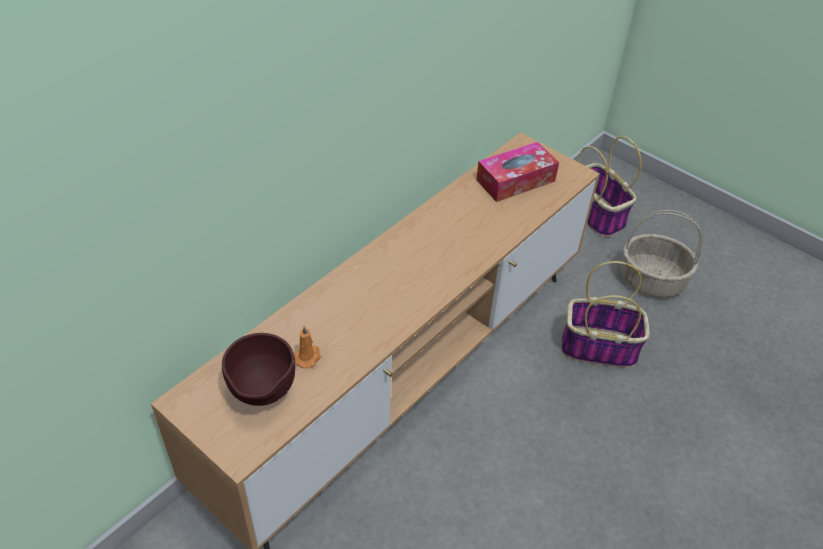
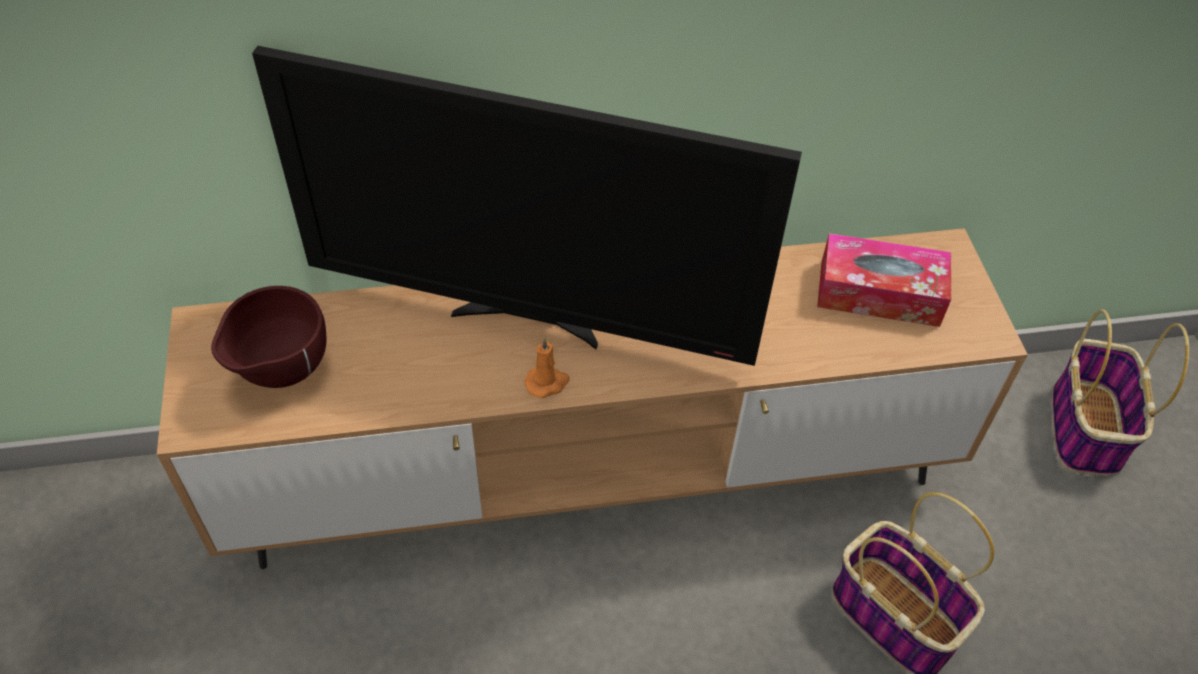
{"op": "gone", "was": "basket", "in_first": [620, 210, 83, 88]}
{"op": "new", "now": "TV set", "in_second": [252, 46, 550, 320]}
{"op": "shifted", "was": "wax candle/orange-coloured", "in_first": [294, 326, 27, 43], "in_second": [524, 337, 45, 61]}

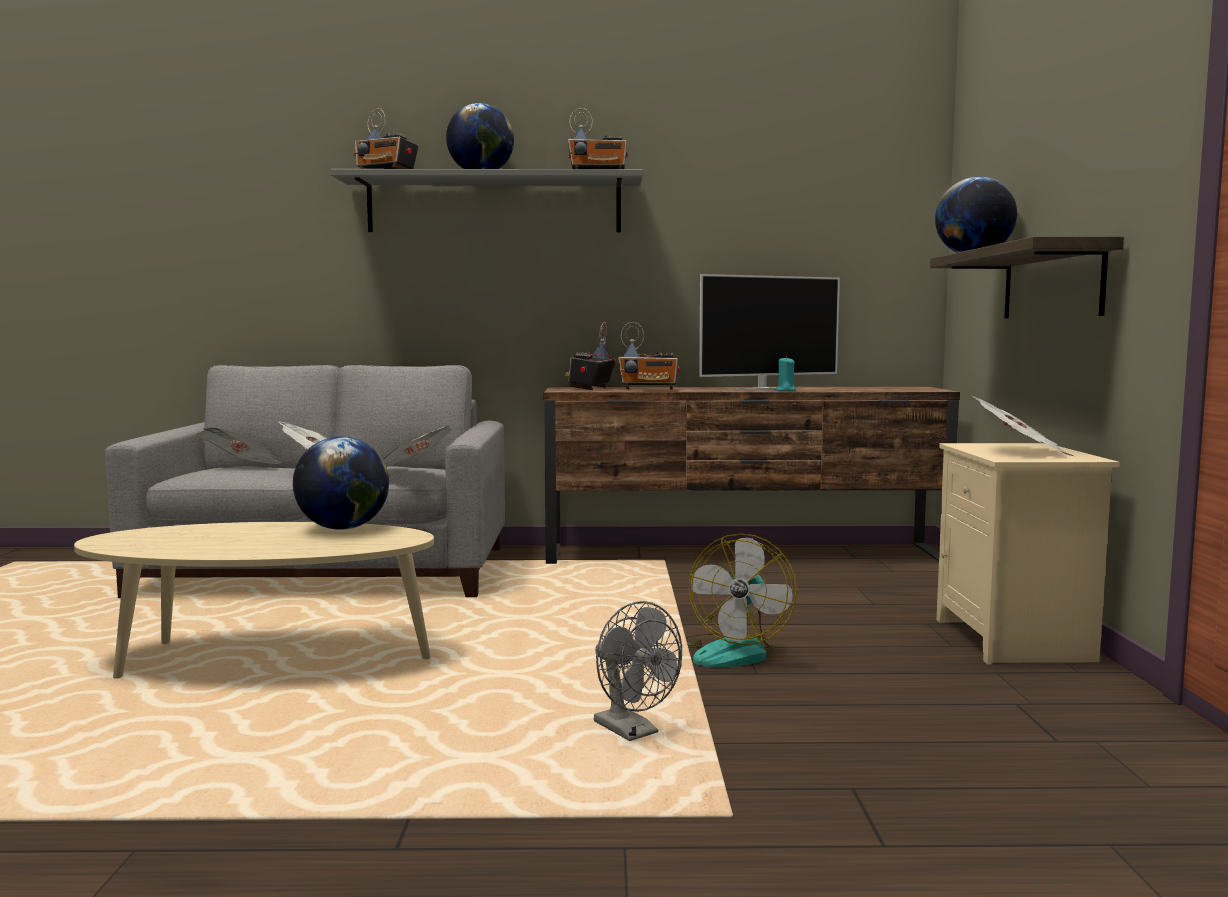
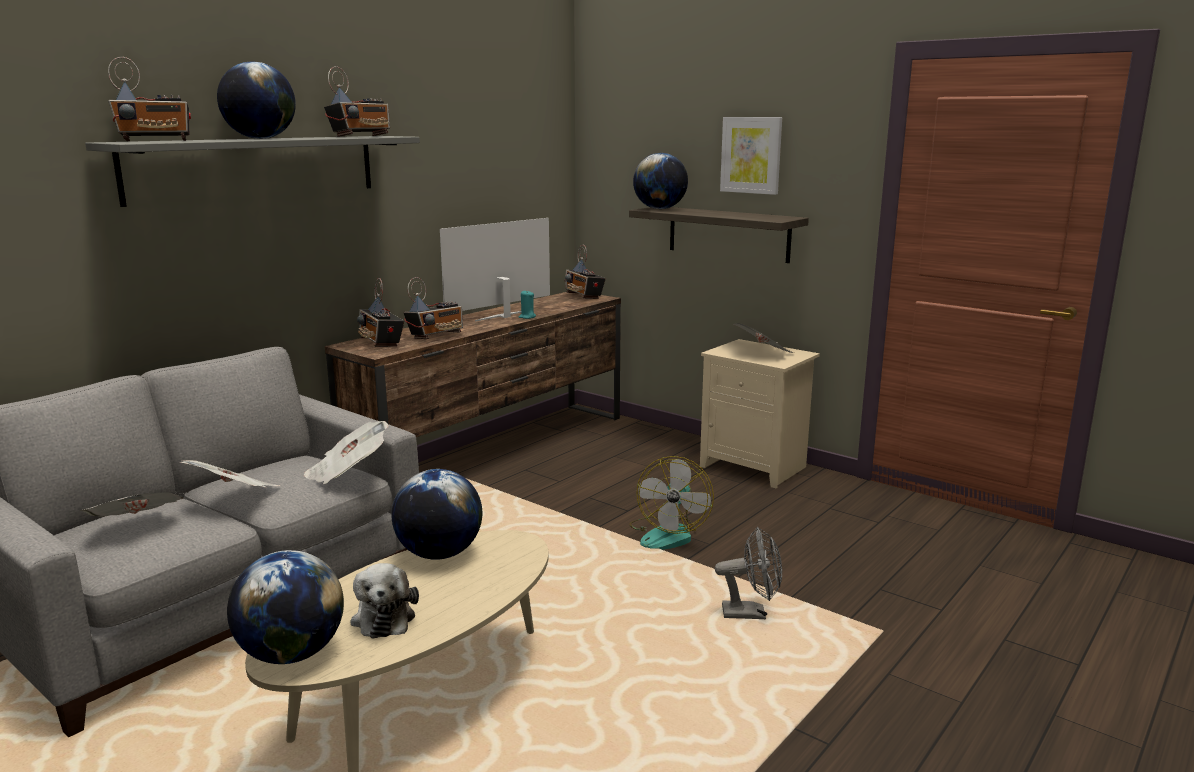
{"op": "new", "now": "globe", "in_second": [227, 550, 117, 114]}
{"op": "new", "now": "soft toy", "in_second": [350, 563, 69, 75]}
{"op": "new", "now": "radio", "in_second": [564, 245, 42, 54]}
{"op": "new", "now": "picture", "in_second": [720, 117, 62, 78]}
{"op": "rotated", "was": "cooling fan", "in_first": [686, 533, 111, 134], "in_second": [629, 456, 85, 94], "clockwise": 45}
{"op": "rotated", "was": "TV set", "in_first": [699, 274, 141, 116], "in_second": [440, 218, 110, 104], "clockwise": -150}

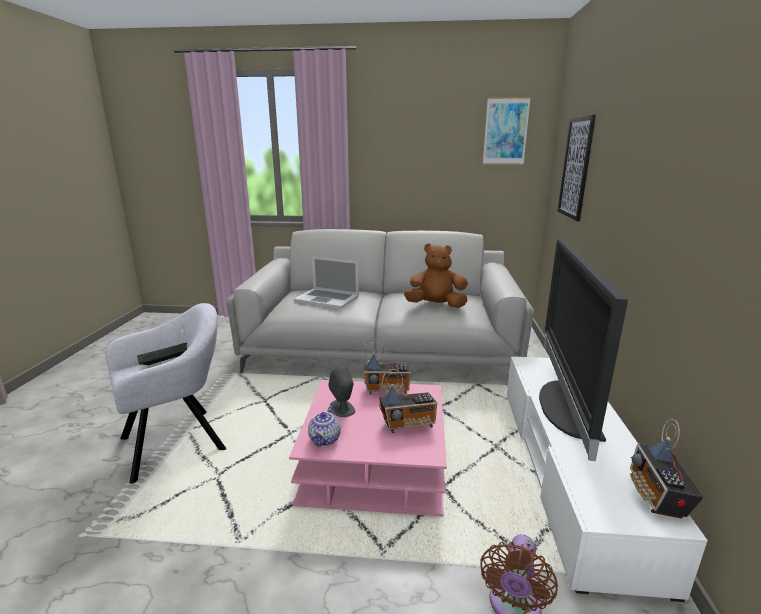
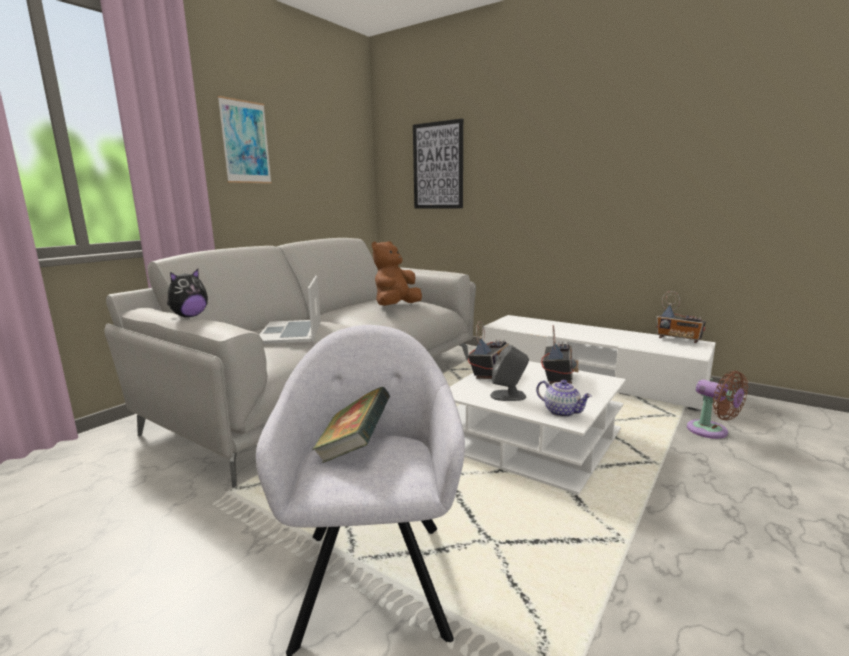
{"op": "gone", "was": "TV set", "in_first": [539, 238, 89, 223]}
{"op": "new", "now": "soft toy", "in_second": [167, 269, 41, 48]}
{"op": "shifted", "was": "picture", "in_first": [483, 97, 48, 68], "in_second": [217, 96, 55, 87]}
{"op": "repainted", "was": "lounge table/pink-coloured", "now": "lounge table/white", "in_first": [289, 380, 158, 137], "in_second": [450, 361, 176, 134]}
{"op": "rotated", "was": "notebook computer", "in_first": [294, 257, 65, 51], "in_second": [260, 276, 61, 68], "clockwise": 120}

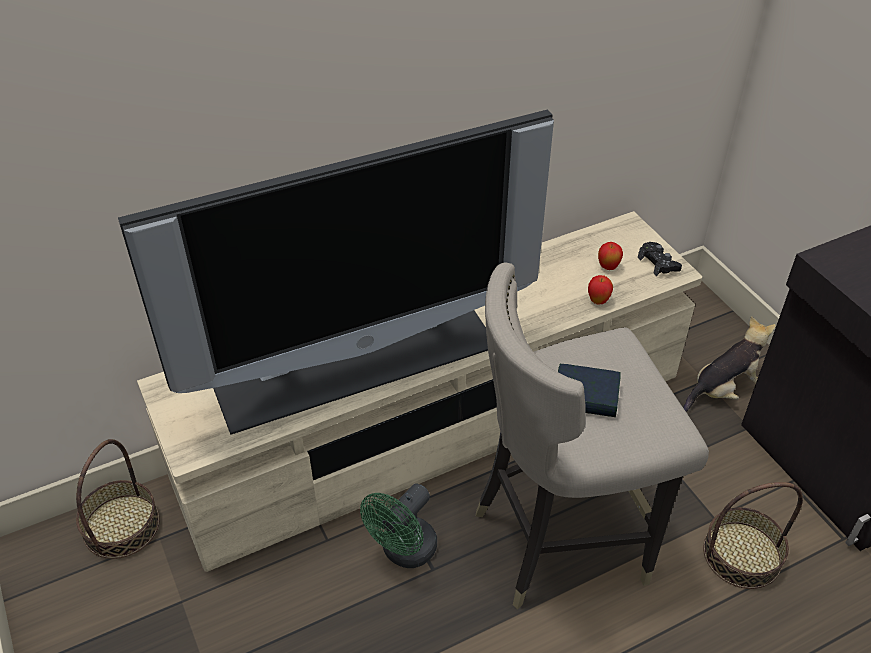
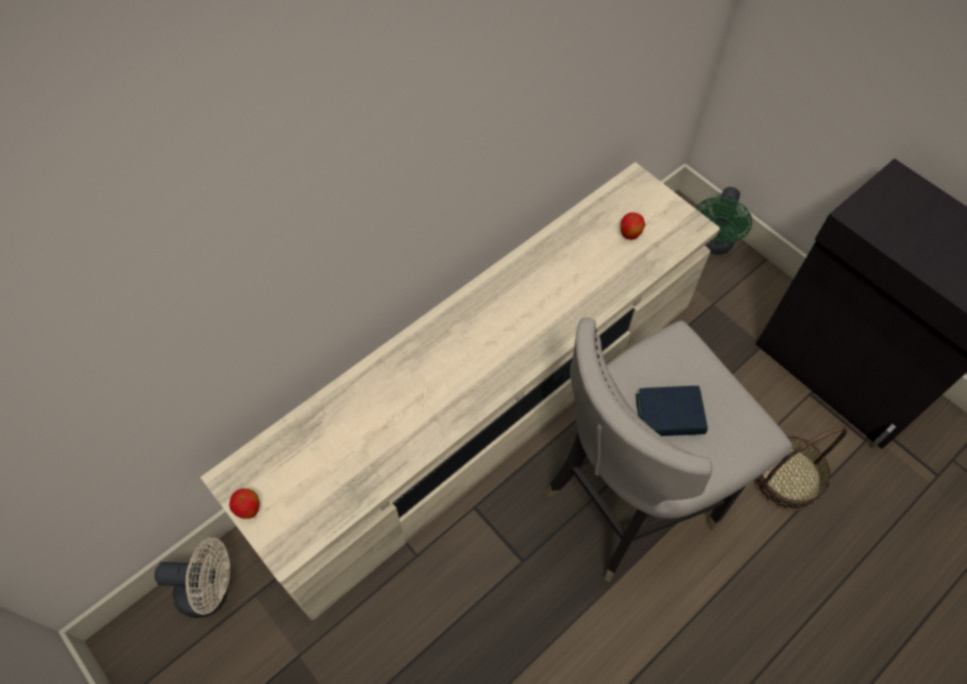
{"op": "gone", "was": "TV set", "in_first": [118, 109, 436, 326]}
{"op": "gone", "was": "game controller/blackish", "in_first": [638, 242, 44, 34]}
{"op": "gone", "was": "soft toy", "in_first": [683, 316, 93, 96]}
{"op": "shifted", "was": "cooling fan/green-coloured", "in_first": [360, 484, 77, 84], "in_second": [696, 187, 56, 67]}
{"op": "shifted", "was": "apple fruit", "in_first": [588, 275, 25, 30], "in_second": [229, 489, 31, 30]}
{"op": "swapped", "was": "basket", "now": "cooling fan/beige-coloured", "in_first": [76, 439, 84, 120], "in_second": [155, 538, 75, 80]}

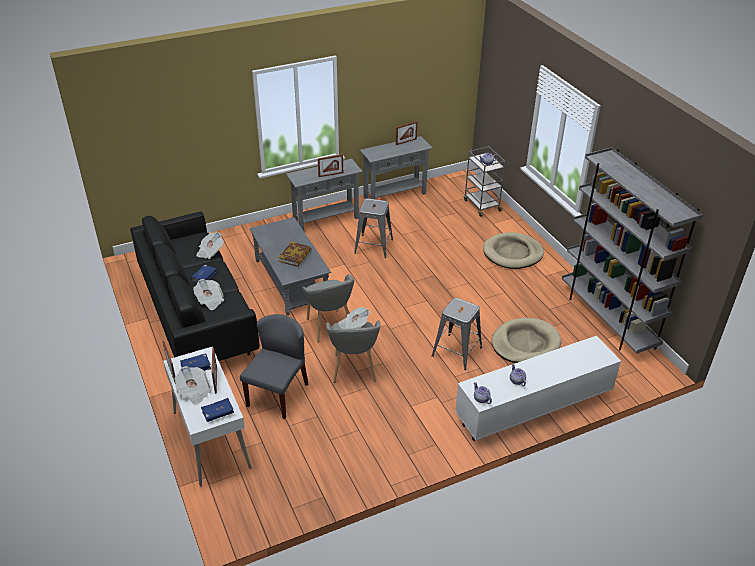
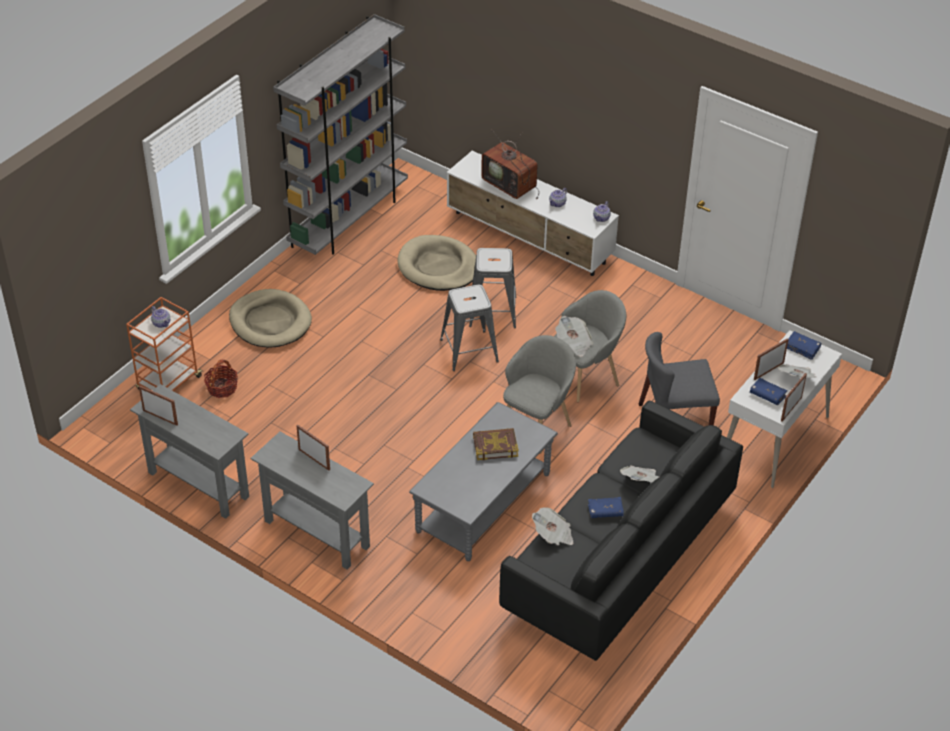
{"op": "new", "now": "basket", "in_second": [204, 360, 34, 38]}
{"op": "new", "now": "TV set", "in_second": [481, 129, 58, 70]}
{"op": "shifted", "was": "stool seat/grey", "in_first": [354, 198, 39, 60], "in_second": [440, 285, 59, 86]}
{"op": "repainted", "was": "wheeled cart/grey", "now": "wheeled cart/orange-coloured", "in_first": [464, 146, 41, 71], "in_second": [126, 297, 78, 94]}

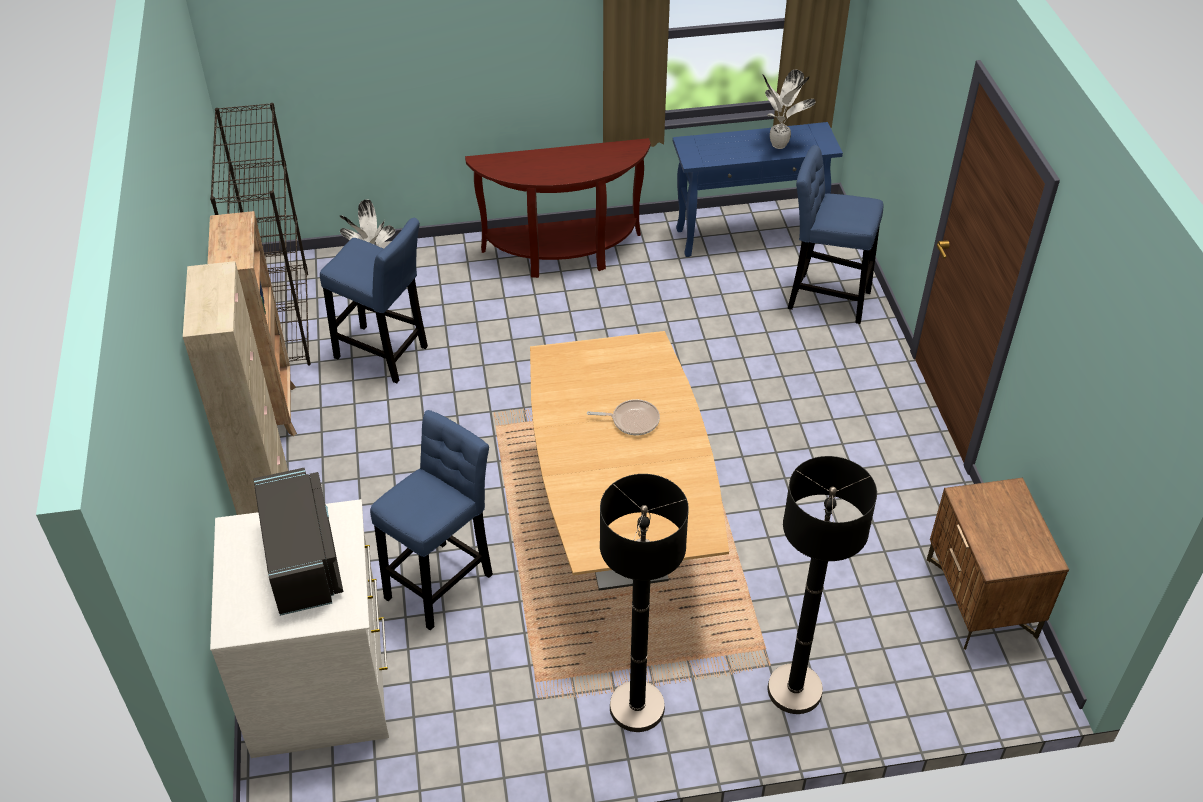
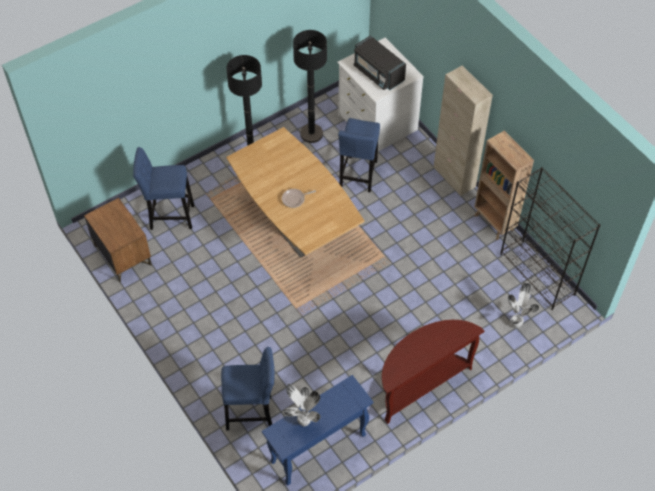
{"op": "shifted", "was": "stool seat/blue-coloured", "in_first": [320, 218, 108, 165], "in_second": [133, 147, 61, 83]}
{"op": "shifted", "was": "standing lamp/blackish", "in_first": [767, 456, 110, 258], "in_second": [293, 30, 34, 113]}

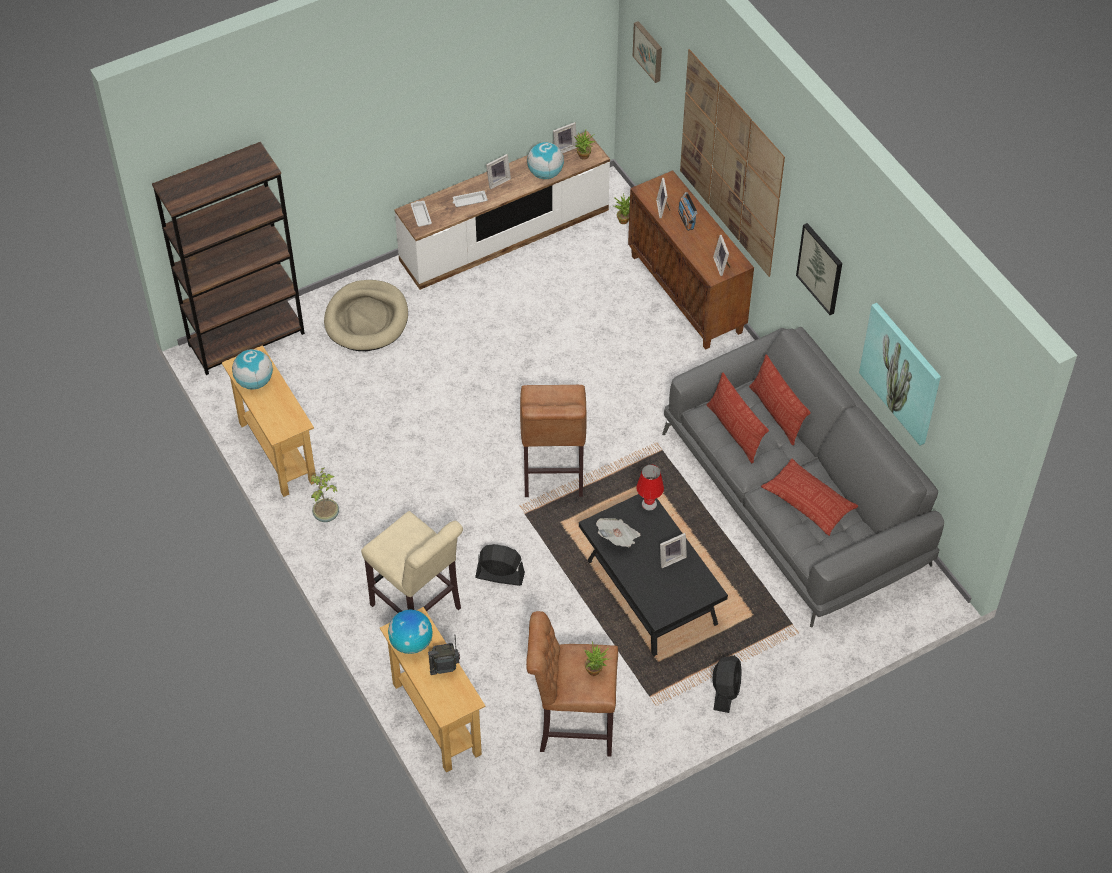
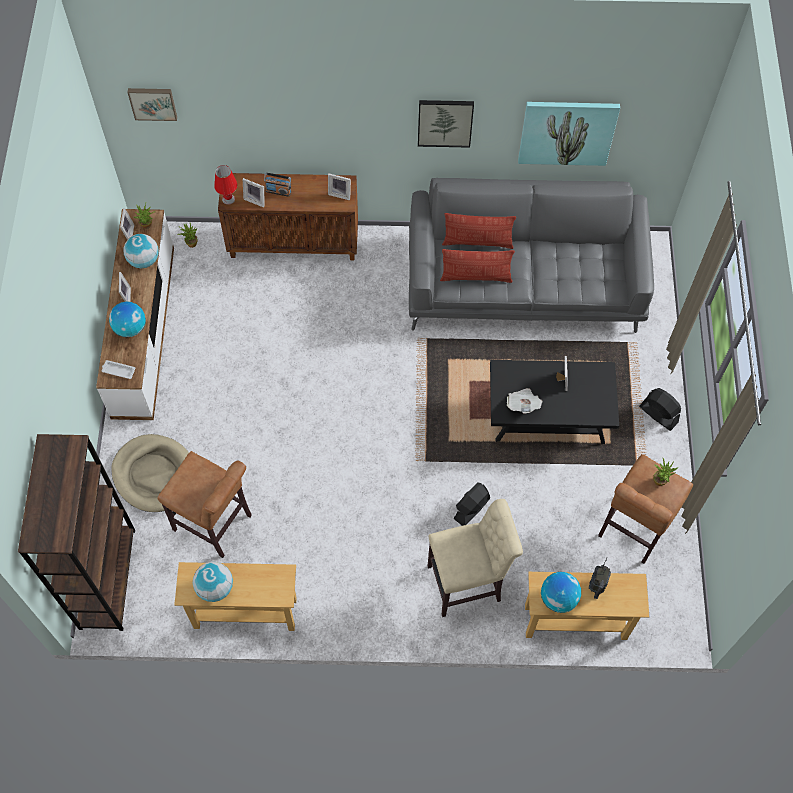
{"op": "gone", "was": "houseplant", "in_first": [311, 468, 28, 54]}
{"op": "gone", "was": "picture", "in_first": [680, 49, 105, 228]}
{"op": "gone", "was": "cushion", "in_first": [761, 458, 97, 78]}
{"op": "shifted", "was": "stool seat/brownish", "in_first": [520, 385, 66, 112], "in_second": [157, 451, 95, 107]}
{"op": "shifted", "was": "tabletop lamp/red-coloured", "in_first": [636, 465, 28, 45], "in_second": [214, 165, 23, 40]}
{"op": "swapped", "was": "carrying tray/white", "now": "globe", "in_first": [453, 190, 35, 17], "in_second": [109, 302, 37, 35]}

